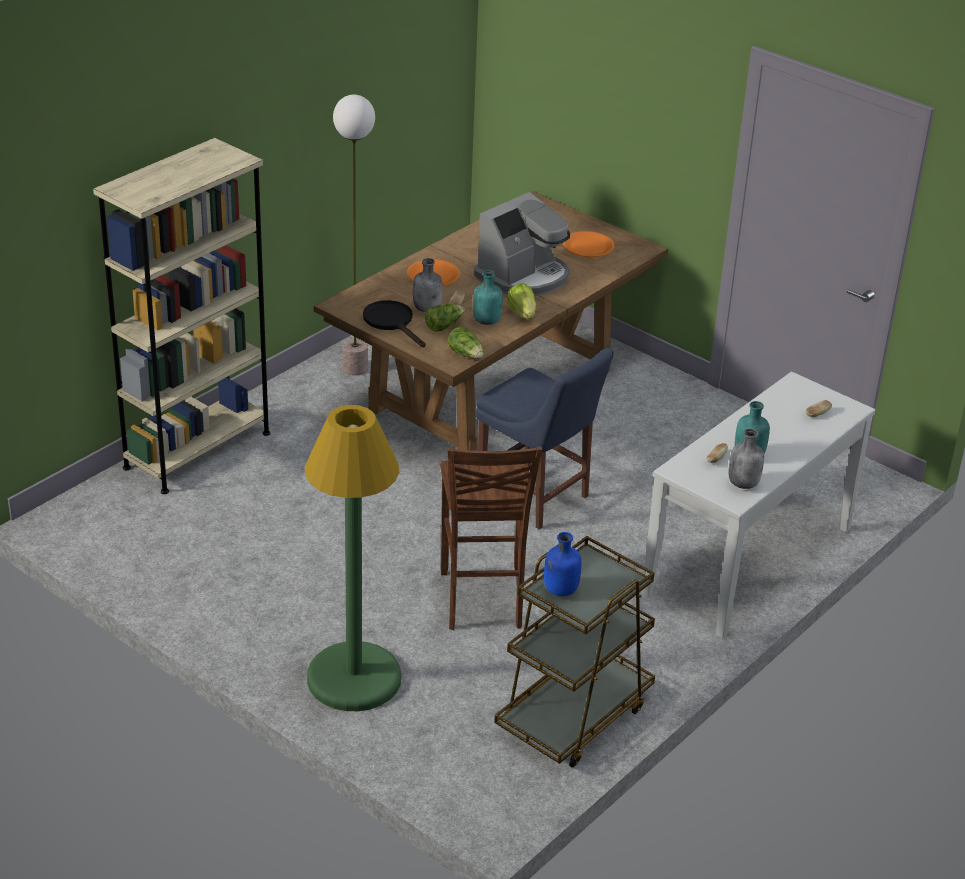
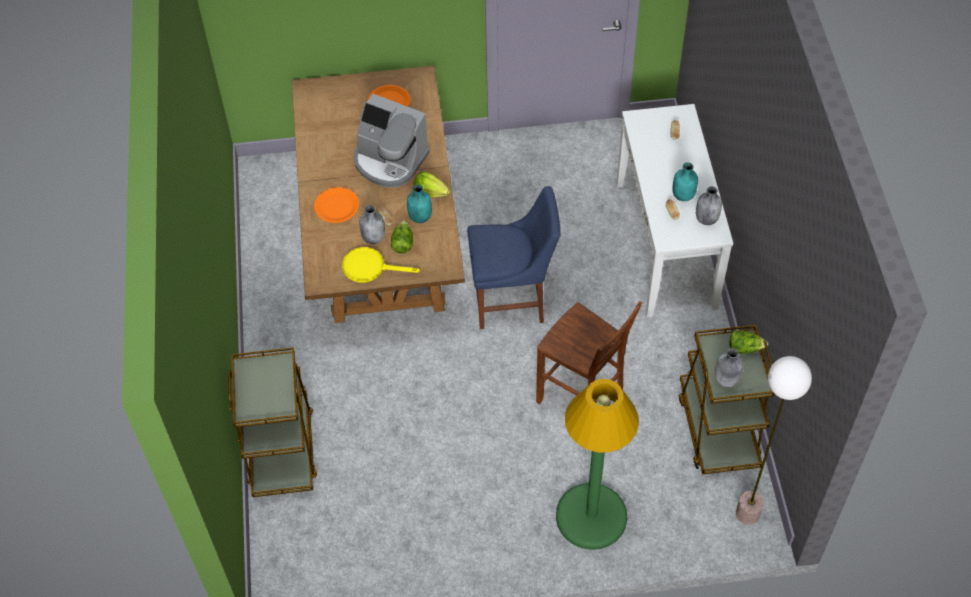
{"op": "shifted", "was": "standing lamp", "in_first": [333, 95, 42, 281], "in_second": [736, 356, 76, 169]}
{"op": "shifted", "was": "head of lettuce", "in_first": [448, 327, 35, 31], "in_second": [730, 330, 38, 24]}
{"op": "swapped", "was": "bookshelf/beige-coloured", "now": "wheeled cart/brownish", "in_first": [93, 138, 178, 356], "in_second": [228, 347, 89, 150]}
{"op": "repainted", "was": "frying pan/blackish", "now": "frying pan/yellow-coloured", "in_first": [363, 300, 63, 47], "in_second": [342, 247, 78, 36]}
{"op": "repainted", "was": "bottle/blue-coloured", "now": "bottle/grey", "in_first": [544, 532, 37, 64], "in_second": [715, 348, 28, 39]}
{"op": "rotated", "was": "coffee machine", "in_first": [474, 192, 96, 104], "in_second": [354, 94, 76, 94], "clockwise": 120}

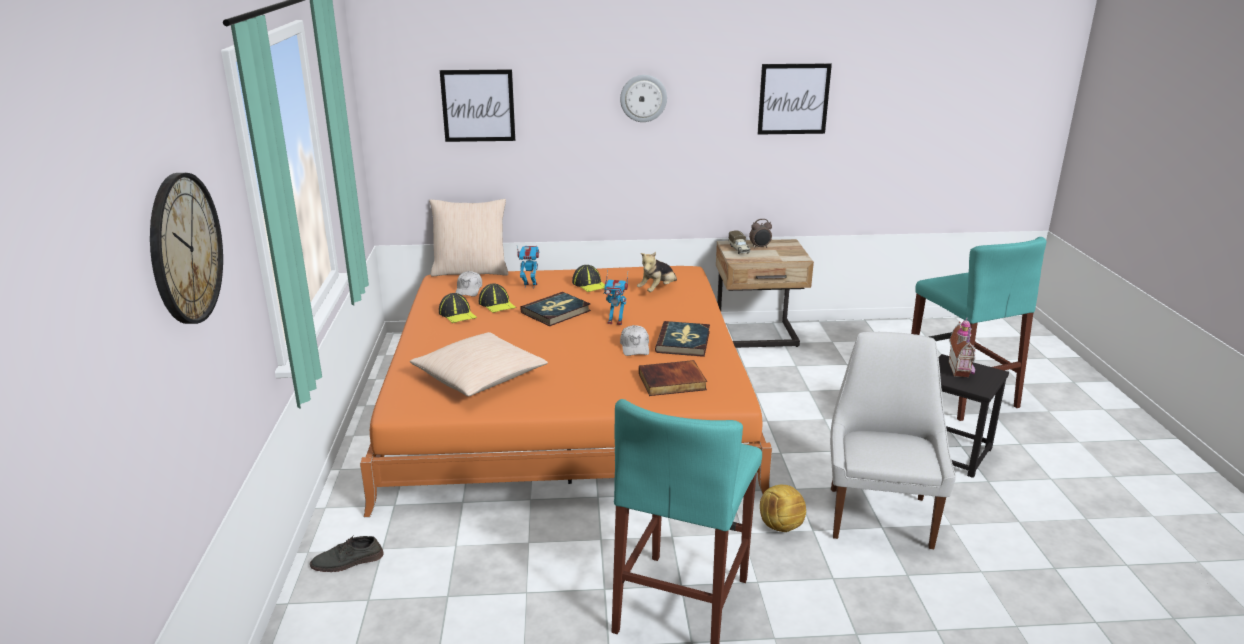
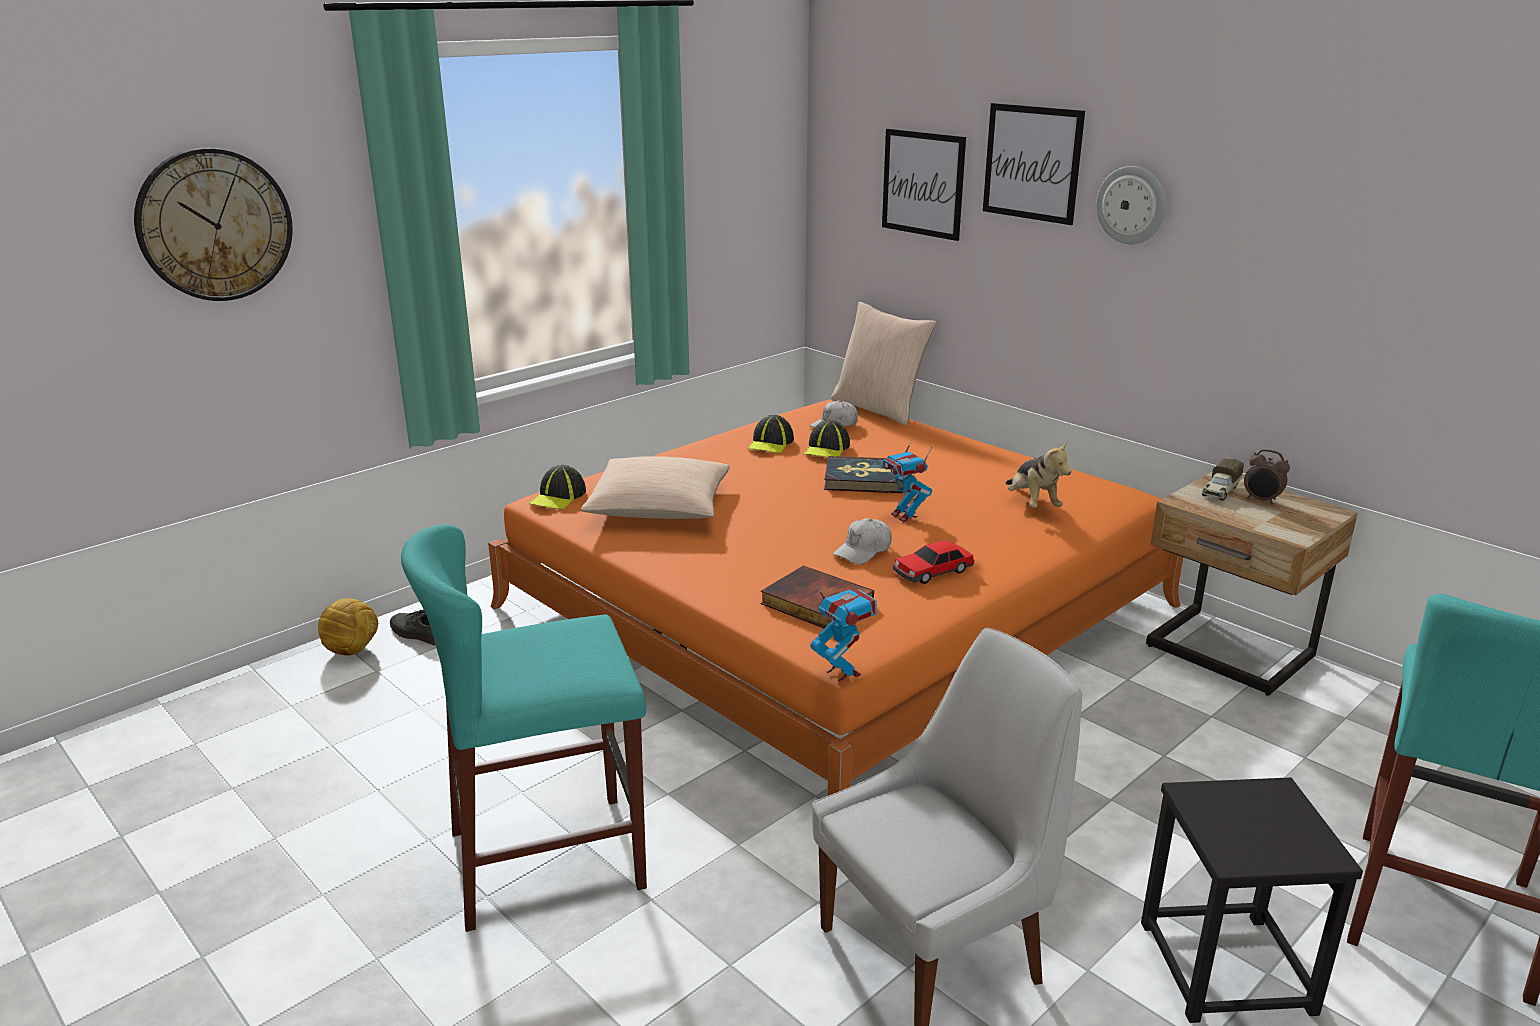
{"op": "gone", "was": "miniature house", "in_first": [949, 319, 26, 58]}
{"op": "shifted", "was": "toy robot", "in_first": [517, 246, 22, 43], "in_second": [811, 584, 66, 97]}
{"op": "shifted", "was": "cap", "in_first": [572, 265, 33, 27], "in_second": [529, 465, 57, 45]}
{"op": "shifted", "was": "picture", "in_first": [758, 63, 74, 72], "in_second": [983, 103, 102, 122]}
{"op": "shifted", "was": "ball for football", "in_first": [760, 485, 46, 47], "in_second": [318, 598, 60, 58]}
{"op": "swapped", "was": "bound book", "now": "miniature car", "in_first": [655, 321, 55, 36], "in_second": [893, 540, 81, 44]}
{"op": "rotated", "was": "soft toy", "in_first": [637, 252, 40, 40], "in_second": [1006, 442, 65, 66], "clockwise": -105}

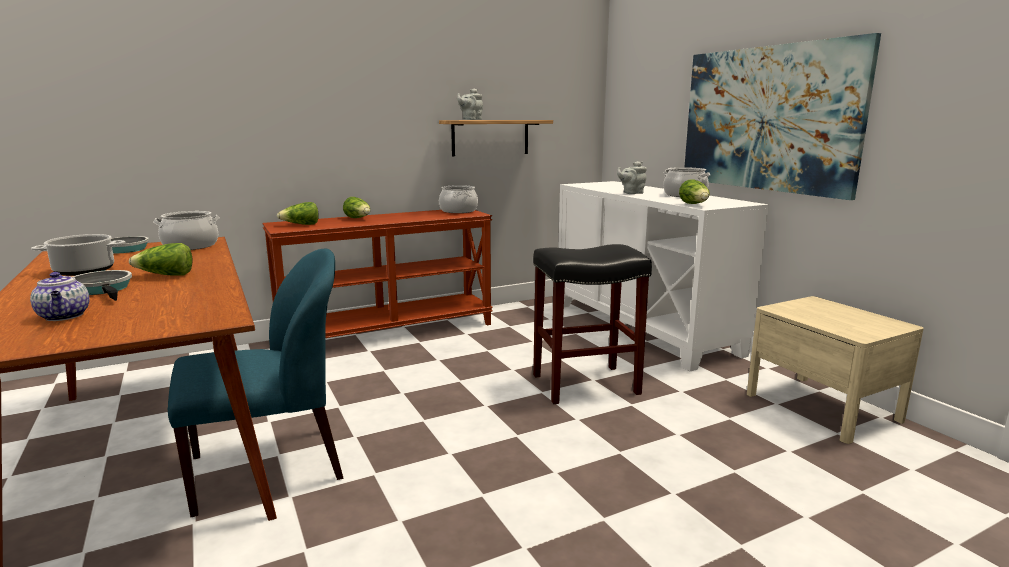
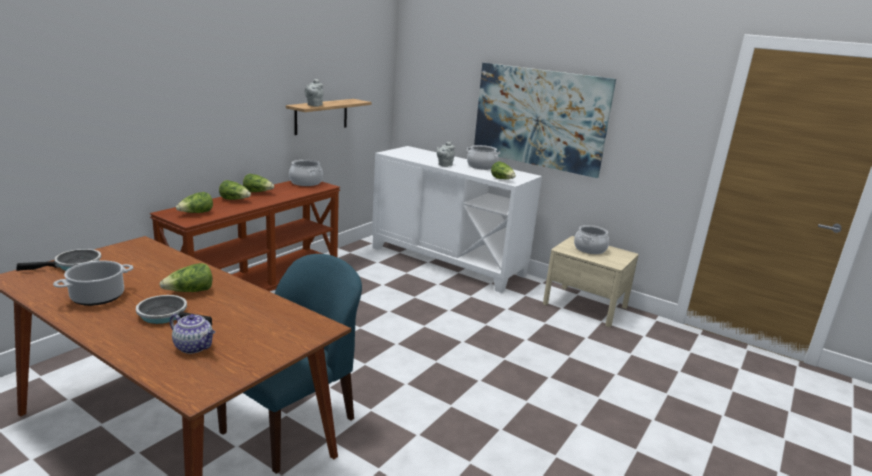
{"op": "gone", "was": "stool seat/blackish", "in_first": [533, 244, 119, 160]}
{"op": "new", "now": "head of lettuce", "in_second": [243, 174, 31, 18]}
{"op": "shifted", "was": "saucepot", "in_first": [153, 211, 67, 39], "in_second": [574, 225, 35, 29]}

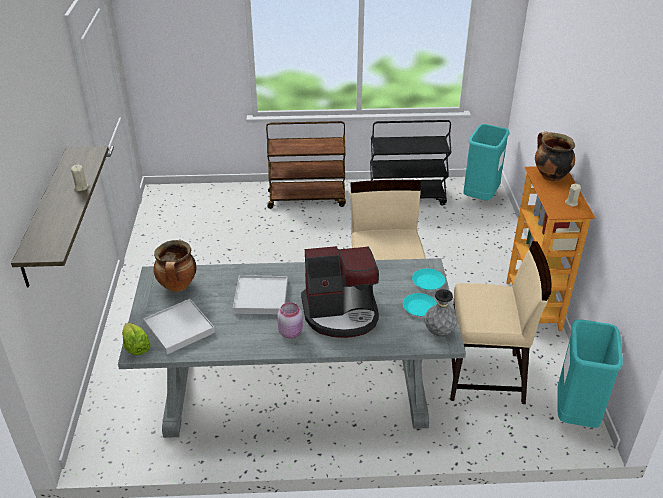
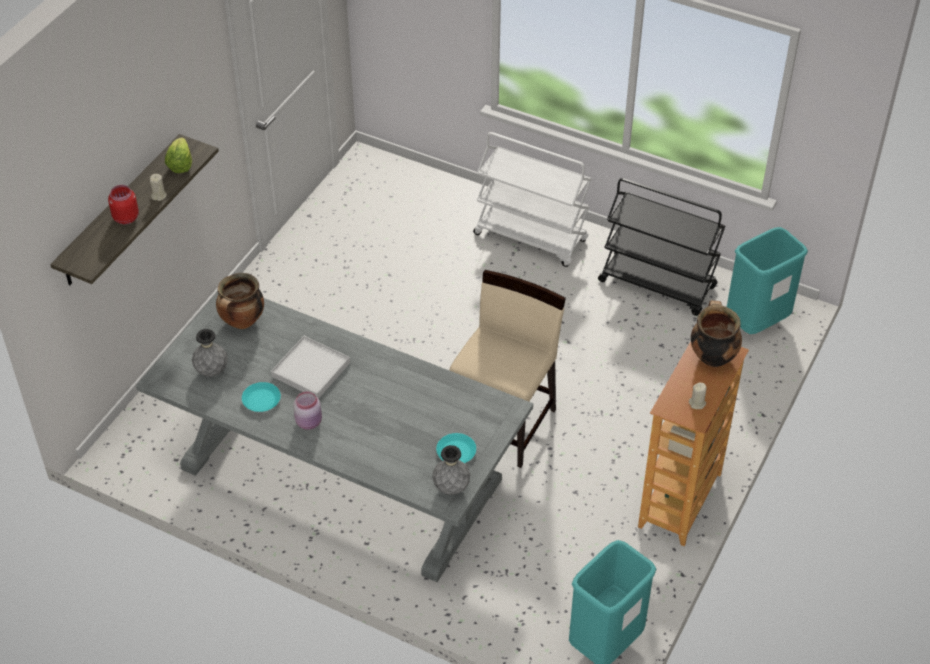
{"op": "gone", "was": "coffee machine", "in_first": [301, 246, 78, 92]}
{"op": "gone", "was": "plain chair/beige-coloured", "in_first": [450, 241, 101, 163]}
{"op": "new", "now": "jar/red-coloured", "in_second": [108, 185, 31, 39]}
{"op": "shifted", "was": "head of lettuce", "in_first": [122, 323, 29, 33], "in_second": [165, 137, 27, 36]}
{"op": "shifted", "was": "dinner plate/turquoise", "in_first": [412, 269, 33, 21], "in_second": [242, 382, 39, 30]}
{"op": "swapped", "was": "carrying tray/white", "now": "decorative vase/grey", "in_first": [143, 299, 72, 55], "in_second": [192, 329, 36, 48]}
{"op": "repainted", "was": "wheeled cart/brownish", "now": "wheeled cart/white", "in_first": [266, 121, 80, 88], "in_second": [473, 132, 118, 135]}

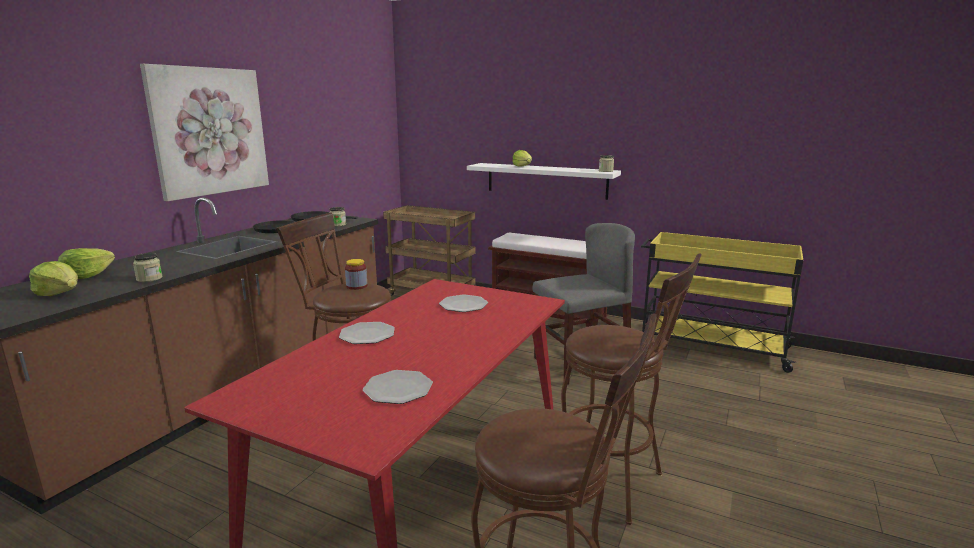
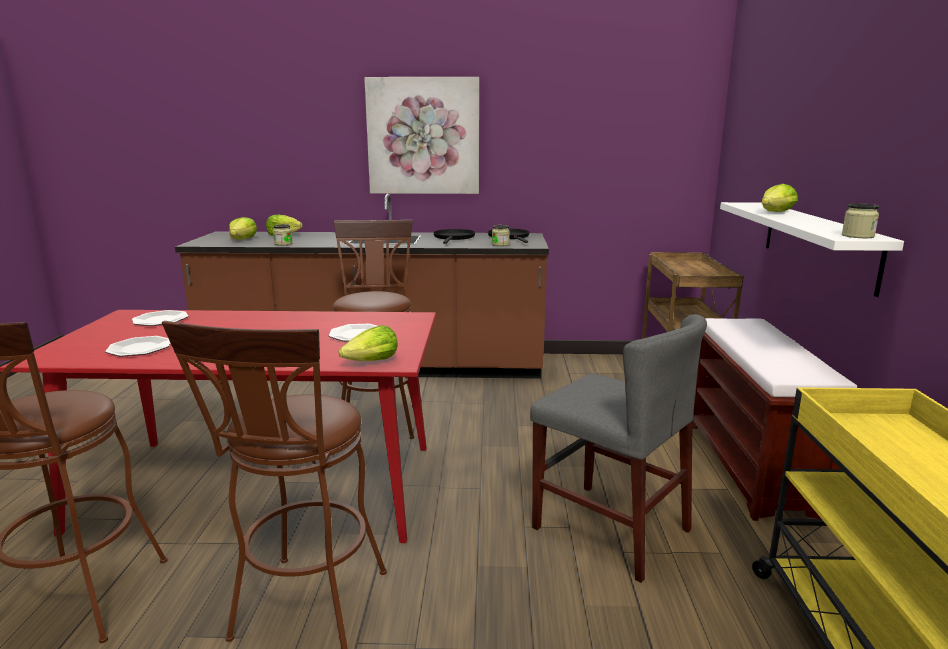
{"op": "gone", "was": "jar", "in_first": [345, 259, 22, 31]}
{"op": "new", "now": "head of lettuce", "in_second": [338, 325, 60, 36]}
{"op": "shifted", "was": "dinner plate", "in_first": [339, 322, 56, 22], "in_second": [132, 310, 57, 16]}

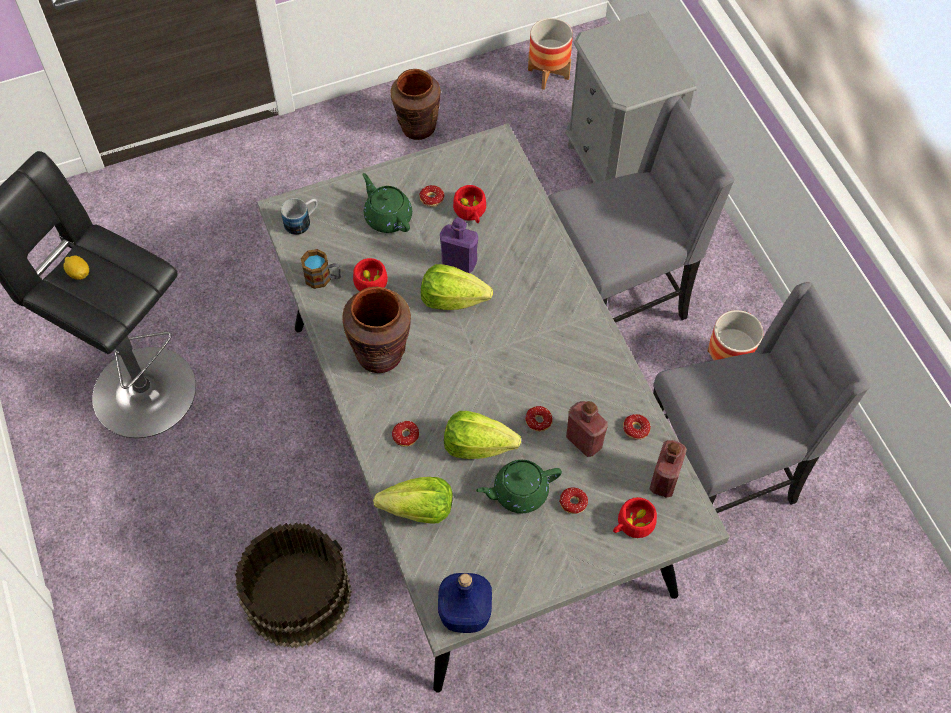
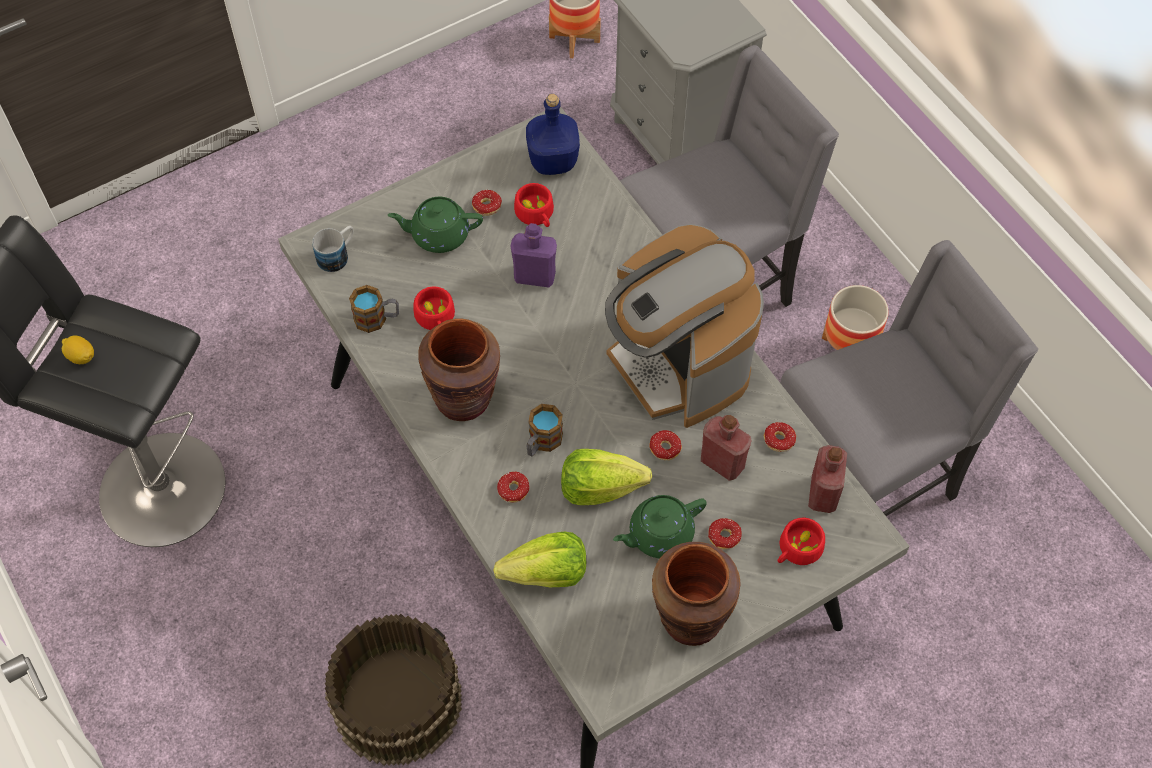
{"op": "gone", "was": "head of lettuce", "in_first": [421, 264, 72, 46]}
{"op": "new", "now": "mug", "in_second": [526, 404, 37, 53]}
{"op": "new", "now": "coffee machine", "in_second": [605, 224, 159, 204]}
{"op": "shifted", "was": "decorative vase/brownish", "in_first": [390, 69, 51, 71], "in_second": [652, 542, 89, 104]}
{"op": "shifted", "was": "bottle/blue-coloured", "in_first": [438, 573, 54, 60], "in_second": [526, 94, 54, 81]}
{"op": "rotated", "was": "tea pot/green-coloured", "in_first": [362, 173, 50, 60], "in_second": [388, 197, 95, 56], "clockwise": -45}

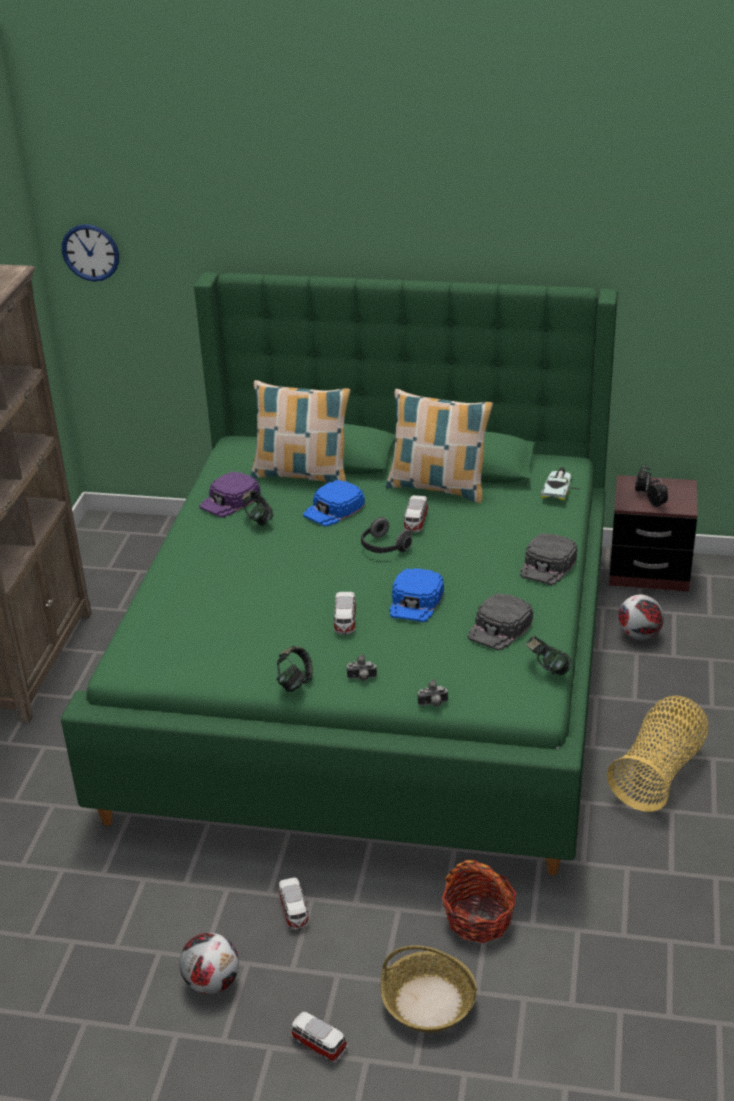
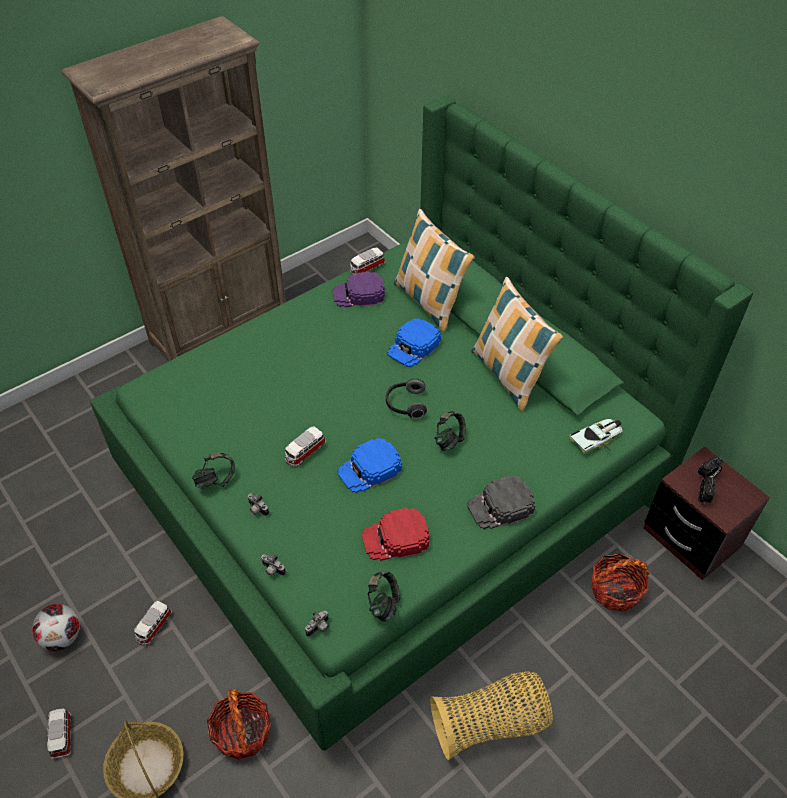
{"op": "gone", "was": "hanging clock", "in_first": [62, 224, 57, 58]}
{"op": "new", "now": "still camera", "in_second": [305, 611, 24, 26]}
{"op": "shifted", "was": "headphones", "in_first": [242, 490, 31, 36], "in_second": [435, 411, 31, 40]}
{"op": "shifted", "was": "miniature car", "in_first": [403, 495, 26, 37], "in_second": [350, 248, 35, 27]}
{"op": "swapped", "was": "ball for football", "now": "basket", "in_first": [618, 595, 46, 45], "in_second": [591, 553, 59, 59]}
{"op": "repainted", "was": "cap/blackish", "now": "cap/red-coloured", "in_first": [468, 593, 65, 58], "in_second": [361, 508, 68, 53]}
{"op": "rotated", "was": "cap/blue-coloured", "in_first": [303, 480, 62, 47], "in_second": [387, 318, 54, 50], "clockwise": -45}

